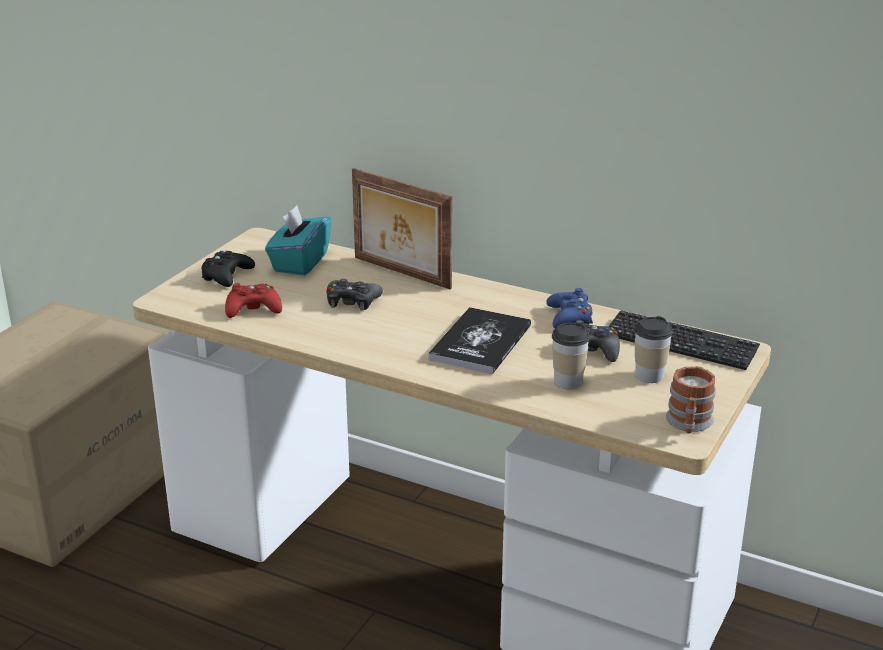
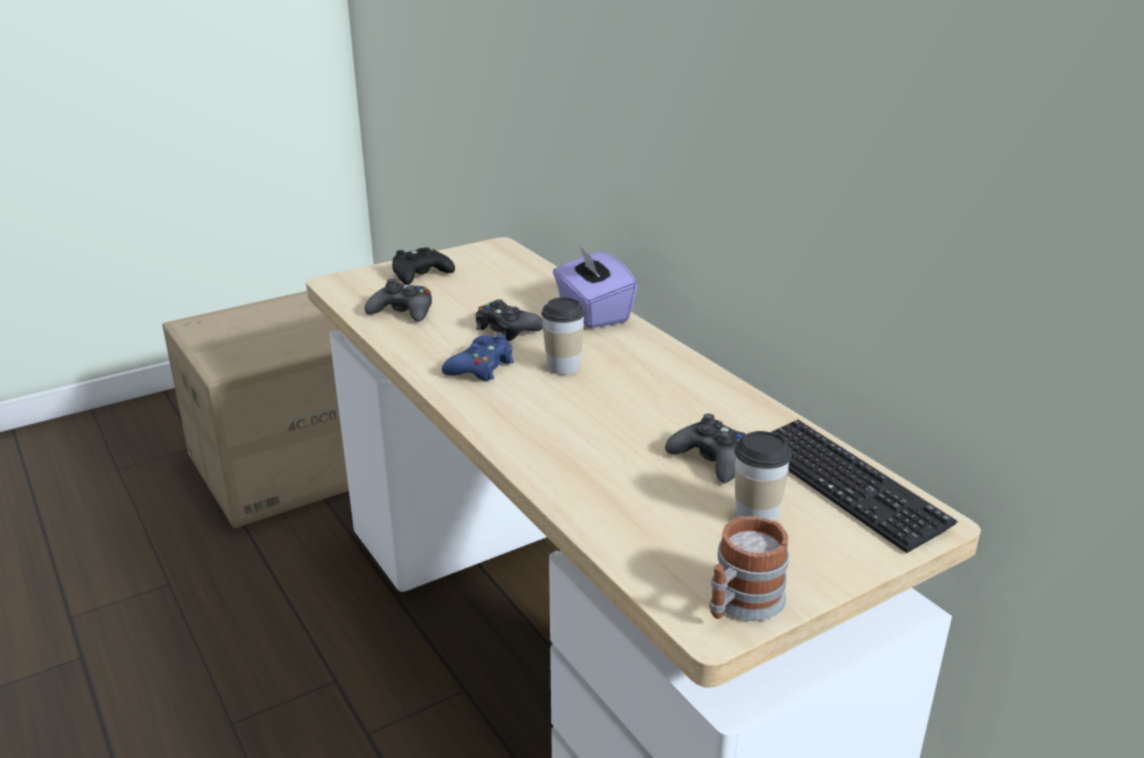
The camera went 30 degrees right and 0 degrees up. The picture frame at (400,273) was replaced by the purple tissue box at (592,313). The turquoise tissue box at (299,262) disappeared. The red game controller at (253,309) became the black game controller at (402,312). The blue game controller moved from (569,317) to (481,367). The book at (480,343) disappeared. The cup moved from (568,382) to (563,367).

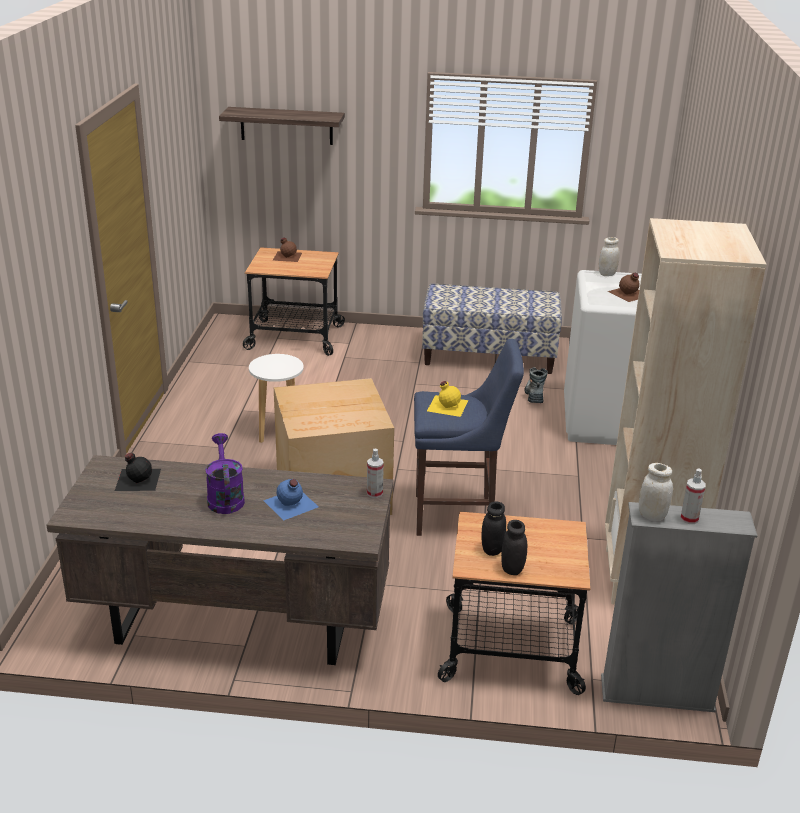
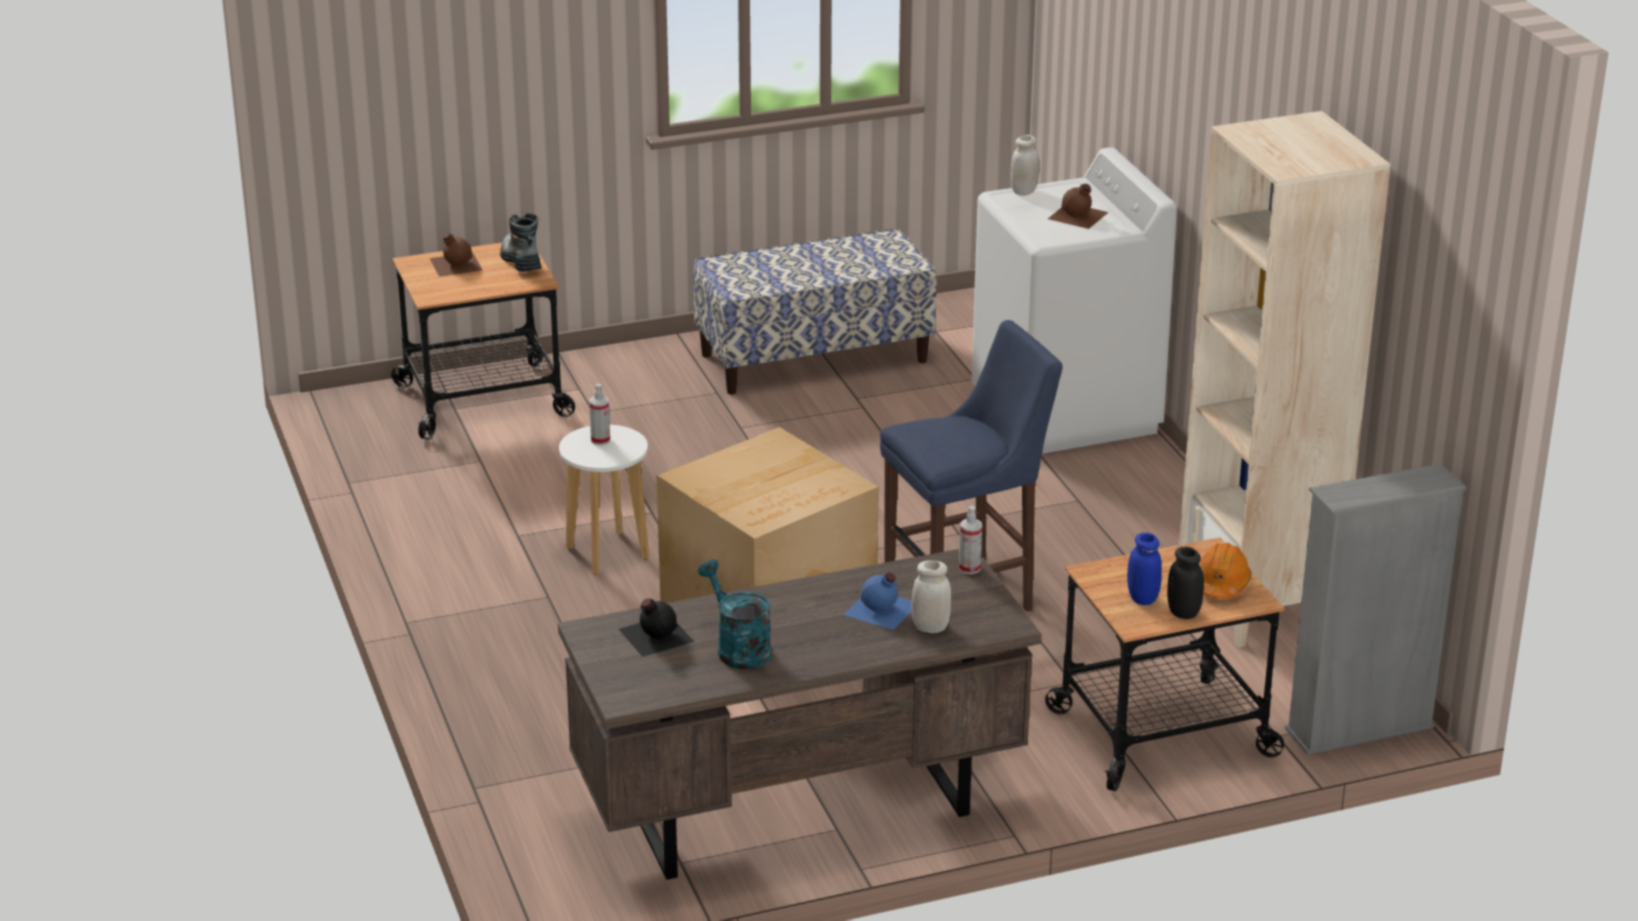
The camera went 25 degrees left and 0 degrees up. The shelf at (286,126) disappeared. The boot moved from (534,395) to (520,261). The yellow bottle at (447,405) disappeared. The purple watering can at (225,497) disappeared. The white jar moved from (652,516) to (930,627). The spray bottle moved from (689,518) to (600,440). The black jar at (492,549) became the blue jar at (1142,598). The orange hard hat at (1221,584) appeared. The turquoise watering can at (738,648) appeared.

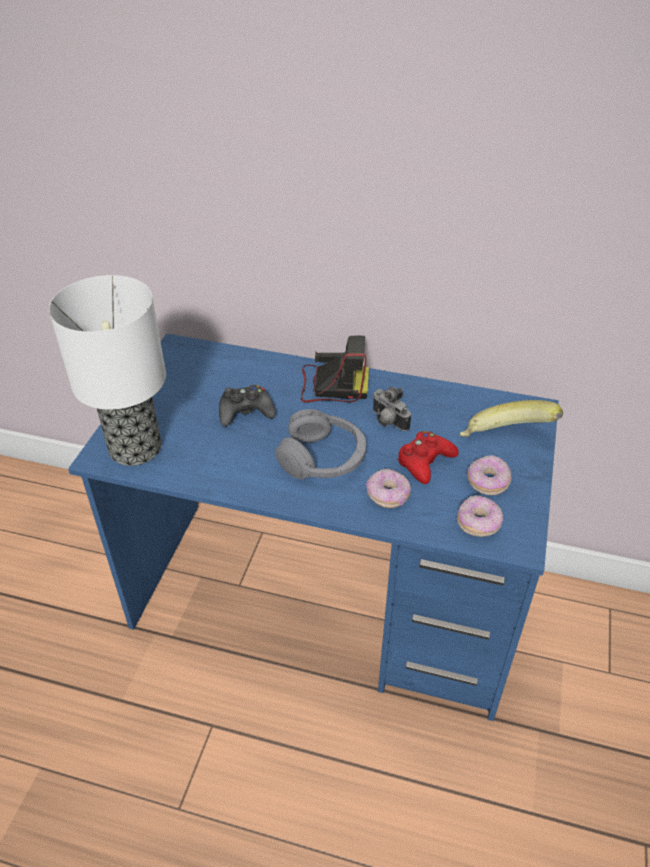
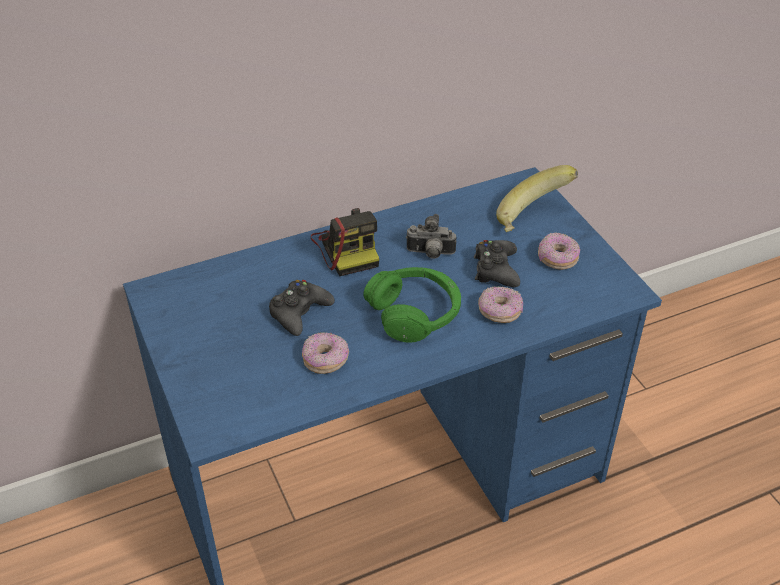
The camera went 40 degrees left and 0 degrees up. The table lamp at (134,449) disappeared. The photo camera at (332,385) turned 105 degrees clockwise. The grey headphones at (323,458) became the green headphones at (415,313). The red game controller at (424,462) became the black game controller at (496,270). The donut moved from (478,523) to (325,360).

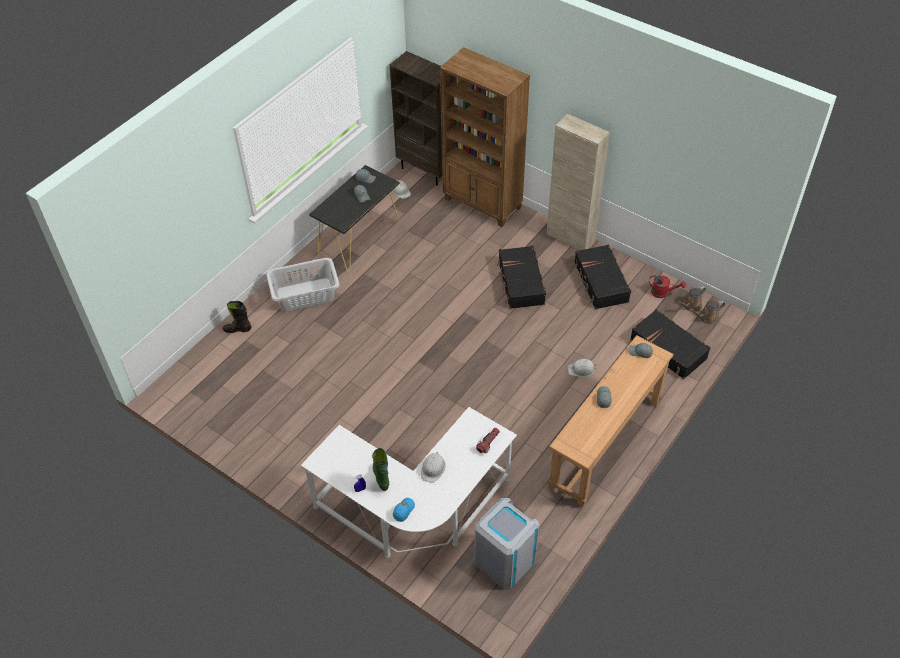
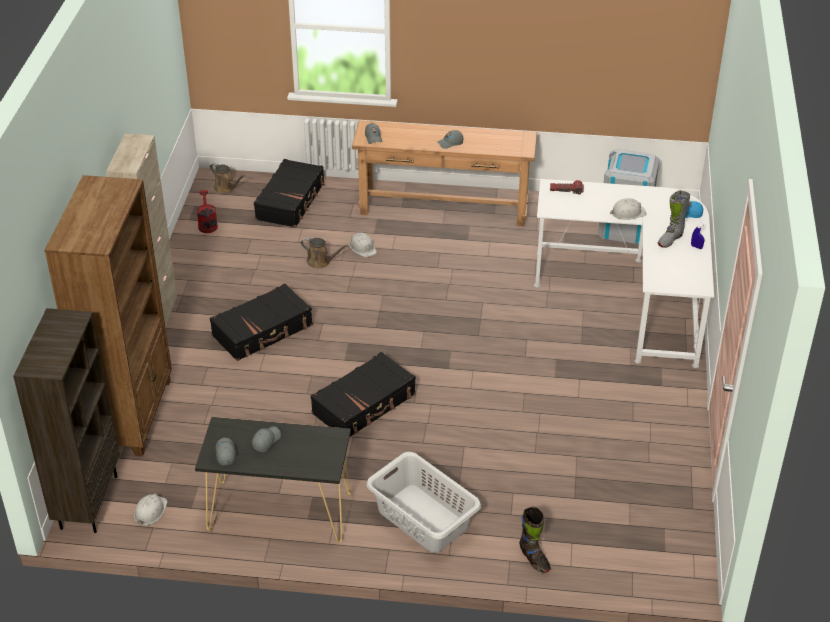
The camera went 120 degrees left and 10 degrees down. The black suitcase moved from (600,282) to (364,404). The brown watering can moved from (691,306) to (321,261). The green boot at (381,477) became the grey boot at (670,239).

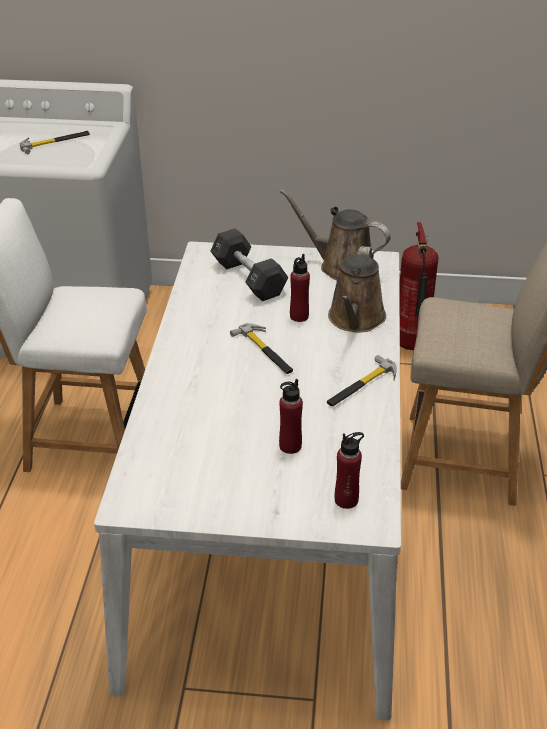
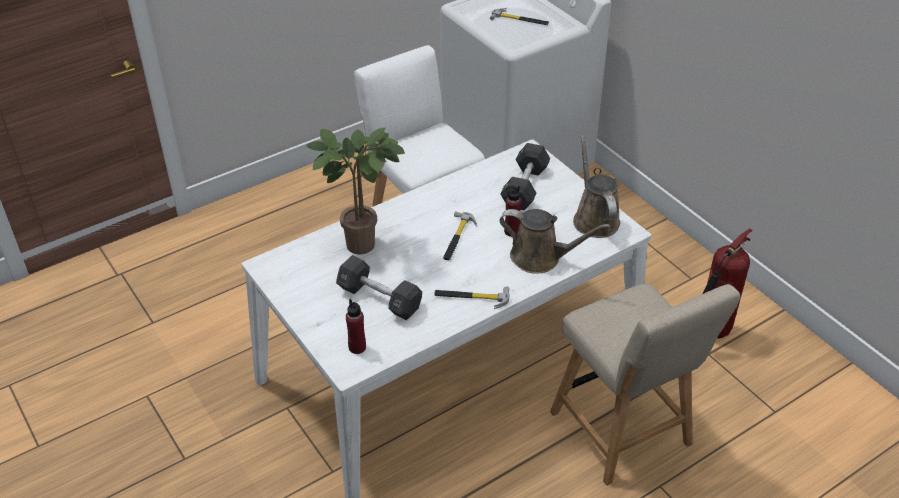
The camera went 50 degrees right and 5 degrees up. The brown watering can at (355,320) turned 135 degrees counterclockwise. The red bottle at (290,446) was replaced by the black dumbbell at (379,298). The potted plant at (365,243) appeared.

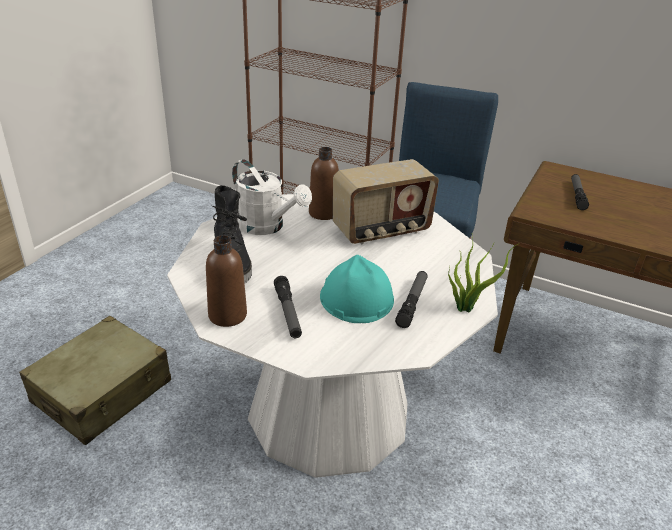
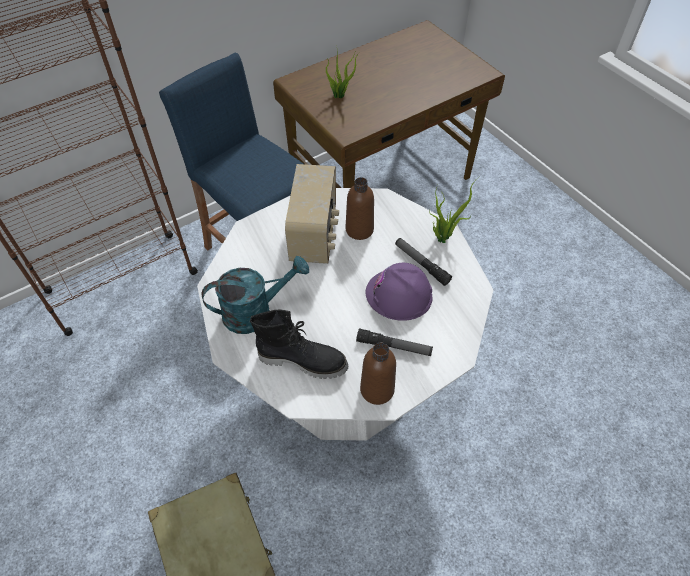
The camera went 60 degrees left and 20 degrees up. The brown bottle moved from (323,213) to (359,229). The white watering can at (267,227) became the turquoise watering can at (256,311). The flashlight at (577,195) was replaced by the potted plant at (340,95). The turquoise hard hat at (356,298) became the purple hard hat at (399,295).

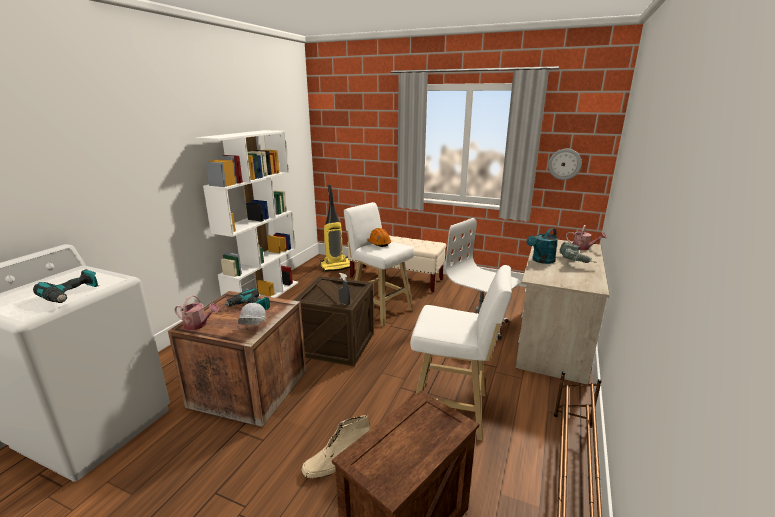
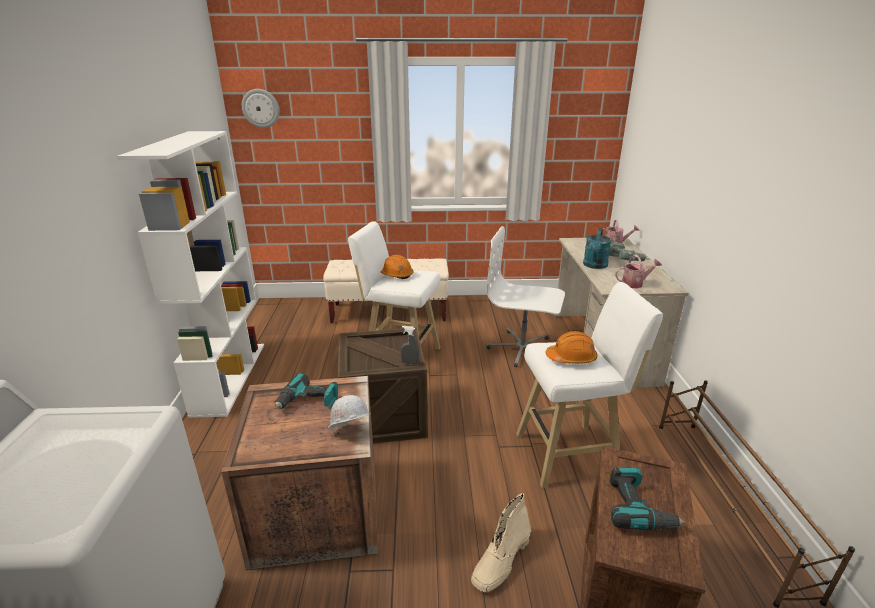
The camera went 25 degrees left and 5 degrees up. The wall clock moved from (564,164) to (261,108). The vacuum cleaner at (336,267) disappeared. The power drill moved from (72,294) to (638,508). The watering can moved from (198,325) to (635,283). The orange hard hat at (571,358) appeared.

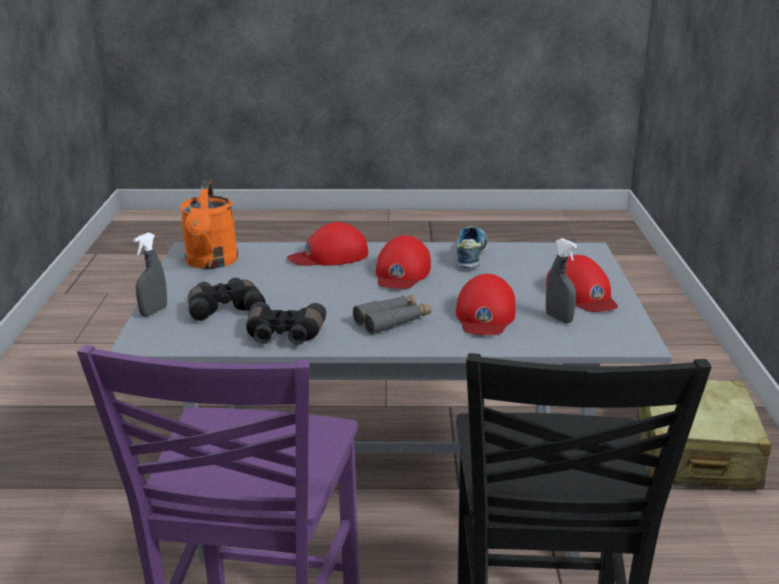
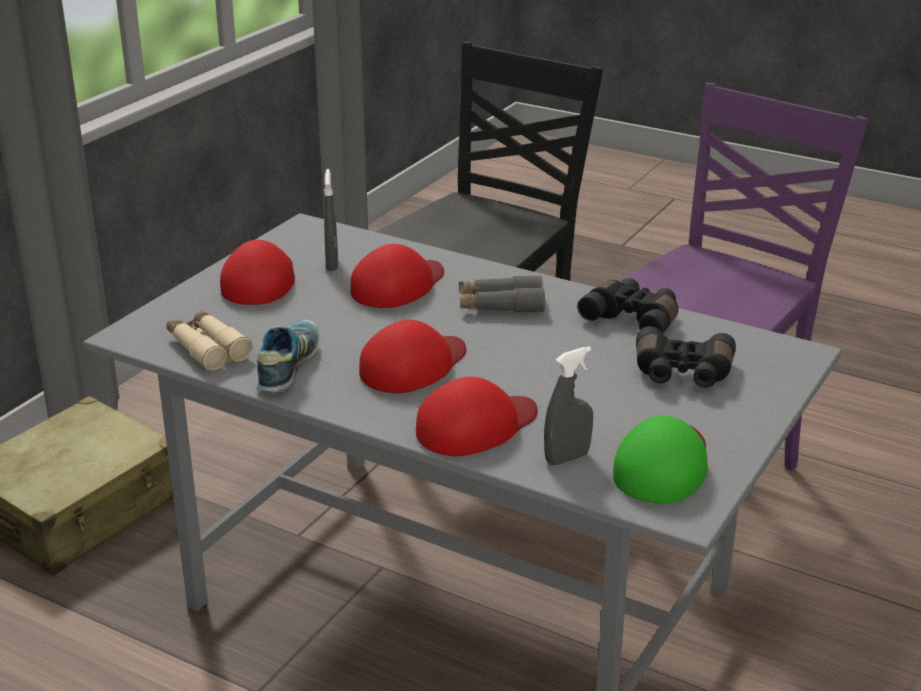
The camera went 150 degrees left and 5 degrees up. The orange watering can at (211,263) was replaced by the green cap at (663,465). The red cap at (329,256) turned 45 degrees counterclockwise. The shoe at (471,256) turned 150 degrees clockwise. The grey spray bottle moved from (153,312) to (567,458). The beige binoculars at (207,348) appeared.

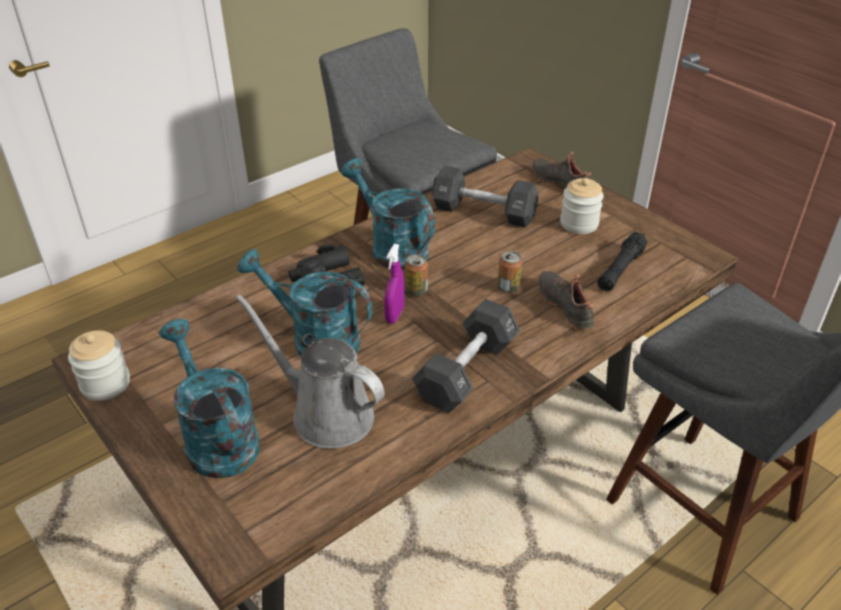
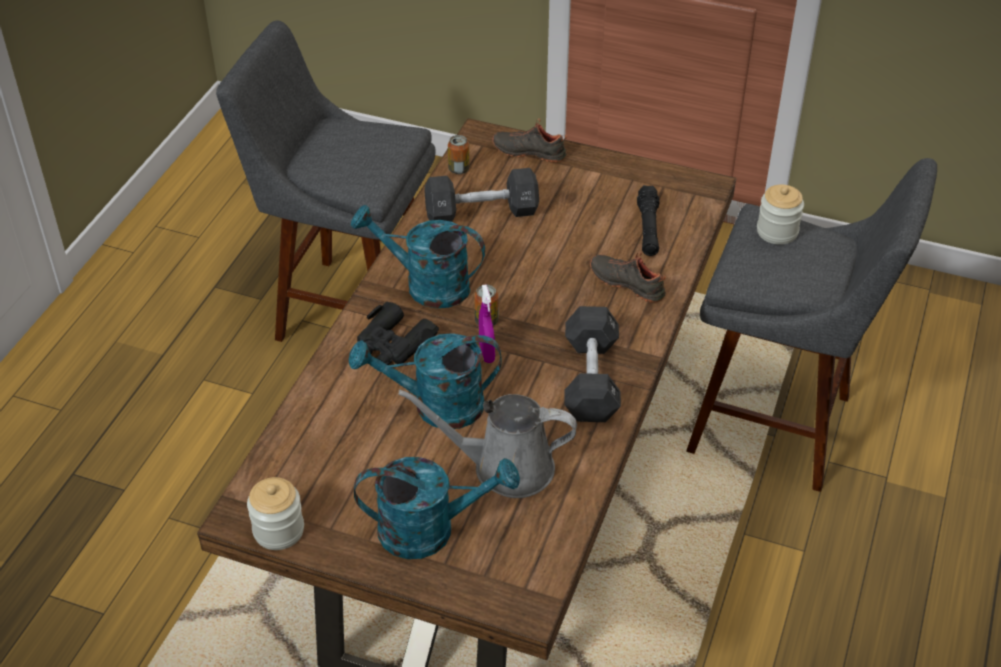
The camera went 30 degrees left and 5 degrees up. The jar moved from (579,224) to (777,231). The can moved from (508,288) to (459,169). The turquoise watering can at (216,438) turned 150 degrees clockwise.

